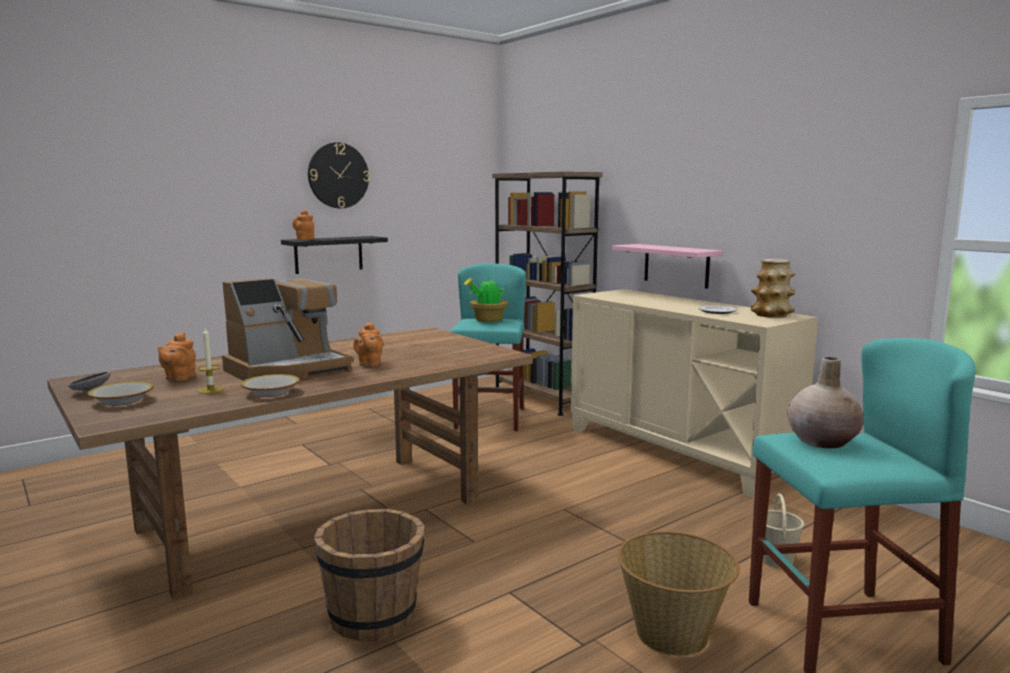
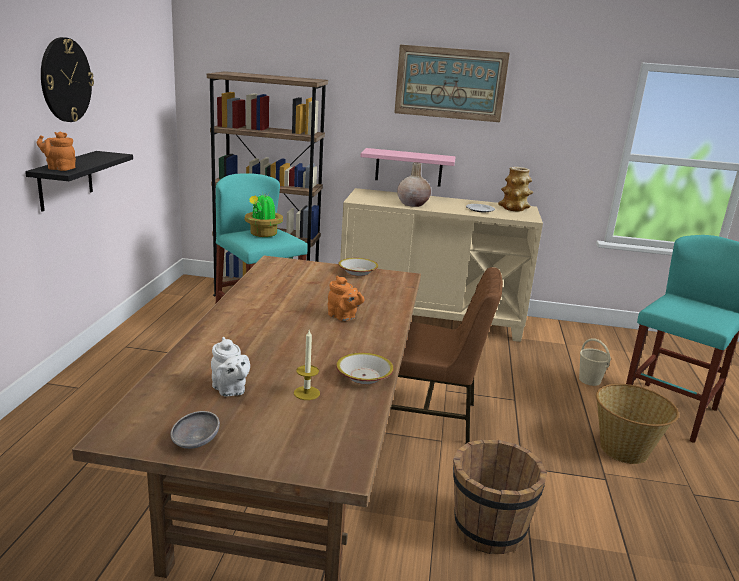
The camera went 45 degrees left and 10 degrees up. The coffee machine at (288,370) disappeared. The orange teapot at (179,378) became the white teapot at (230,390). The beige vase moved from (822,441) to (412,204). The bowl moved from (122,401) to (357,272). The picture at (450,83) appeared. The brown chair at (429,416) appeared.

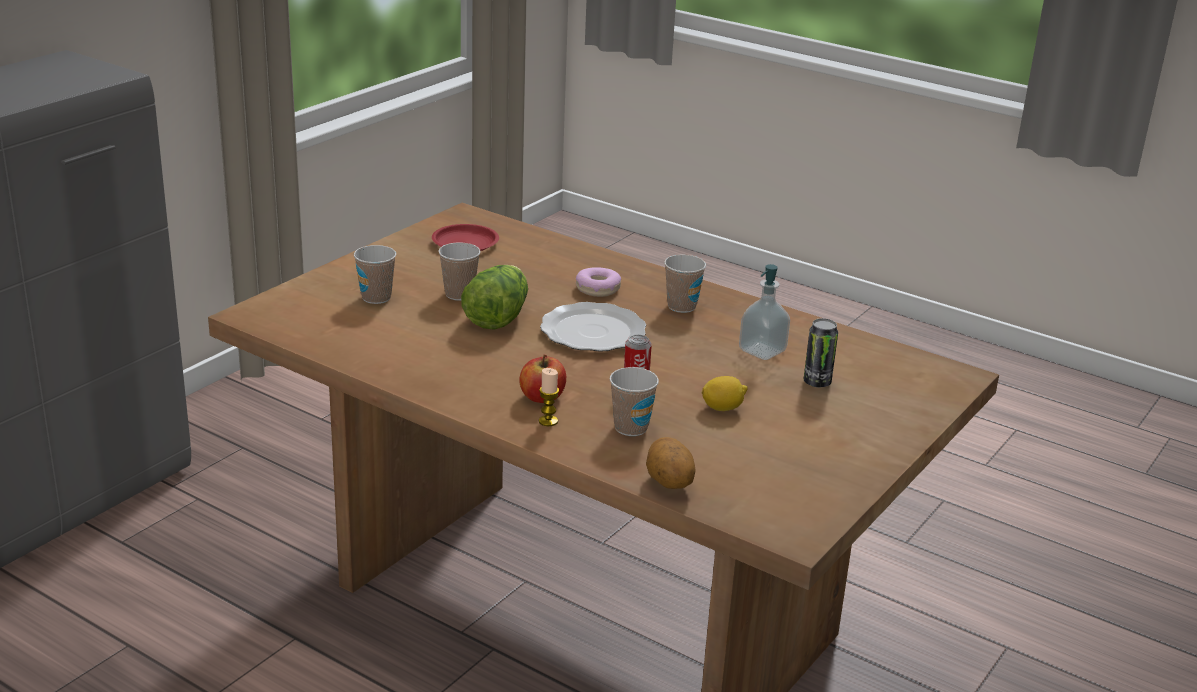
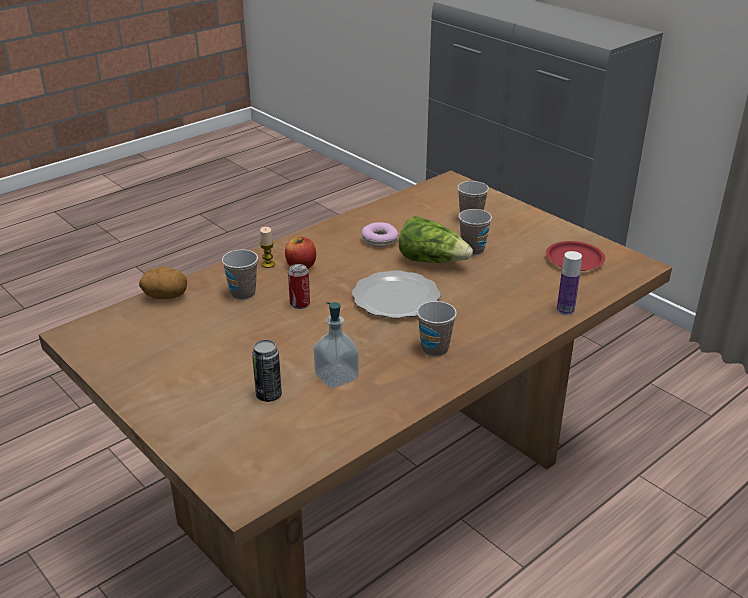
The camera went 105 degrees right and 5 degrees up. The donut moved from (598,289) to (379,240). The lemon at (723,408) disappeared. The bottle at (565,310) appeared.

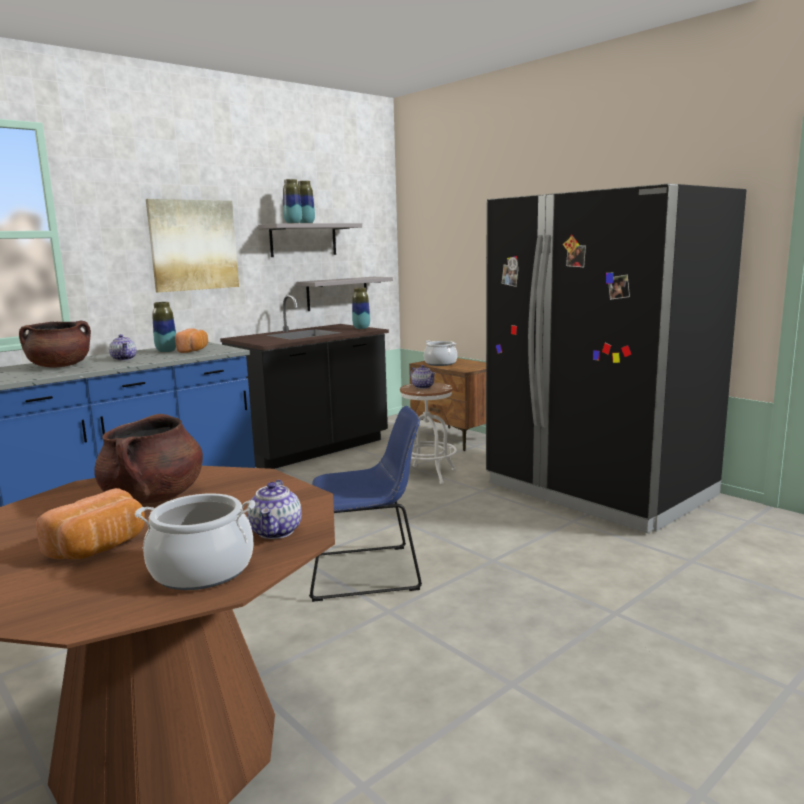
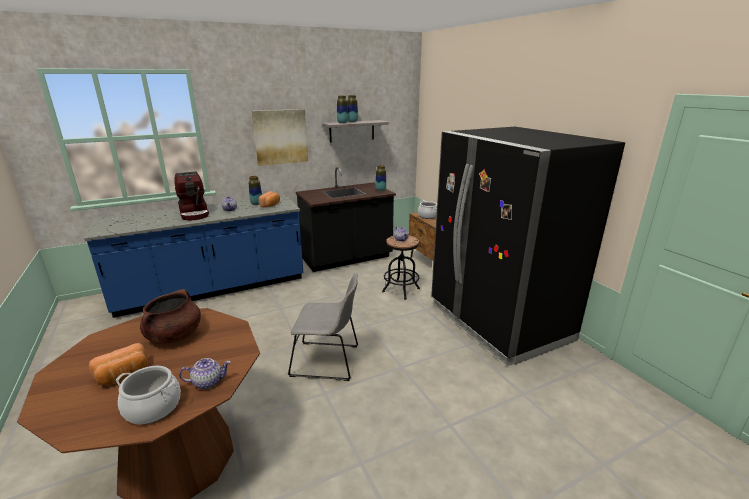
The camera went 15 degrees right and 10 degrees up. The grey shelf at (337,293) disappeared. The brown cooking pot at (60,366) was replaced by the coffee machine at (194,213). The white stool at (427,474) became the black stool at (401,290). The blue chair at (367,572) became the grey chair at (328,361). The teapot at (276,532) turned 120 degrees counterclockwise.

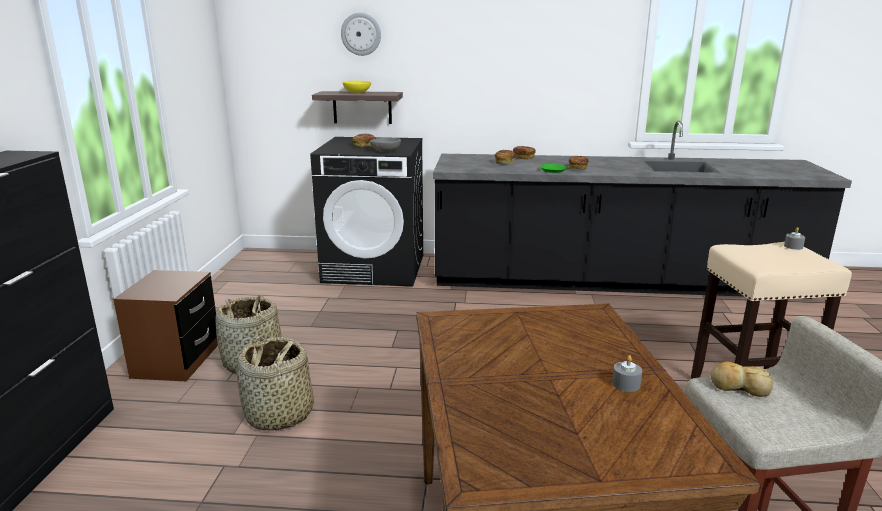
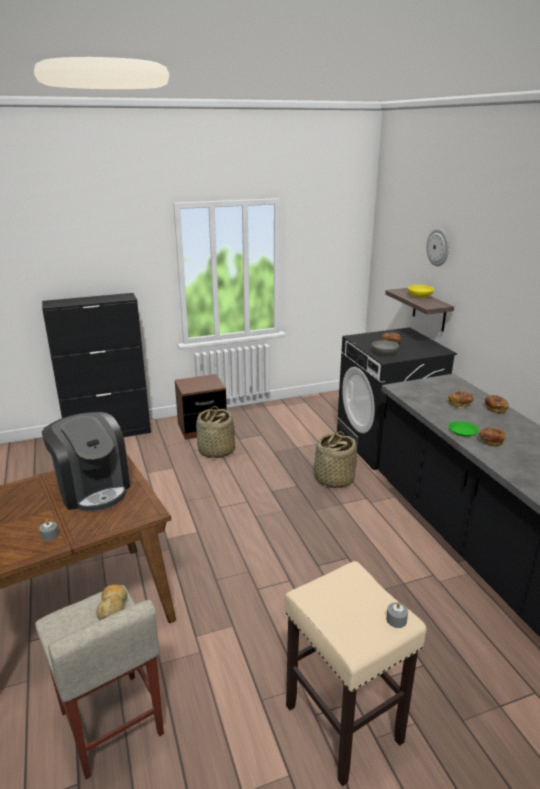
The camera went 65 degrees right and 5 degrees up. The basket moved from (279,415) to (333,479). The coffee machine at (93,488) appeared.

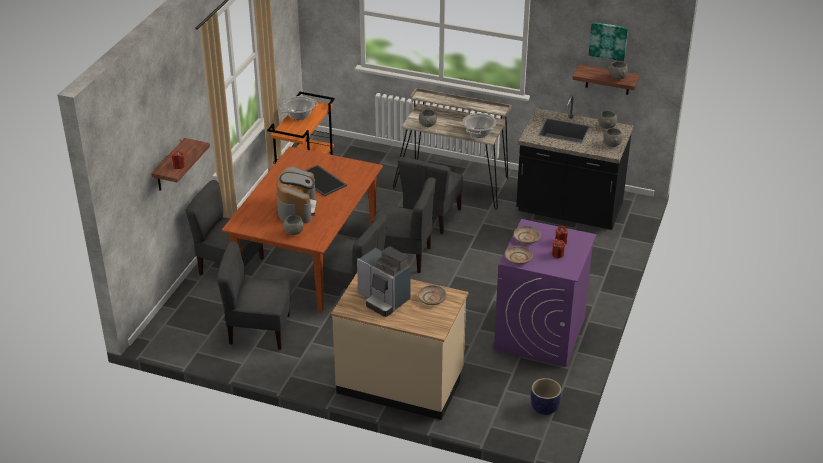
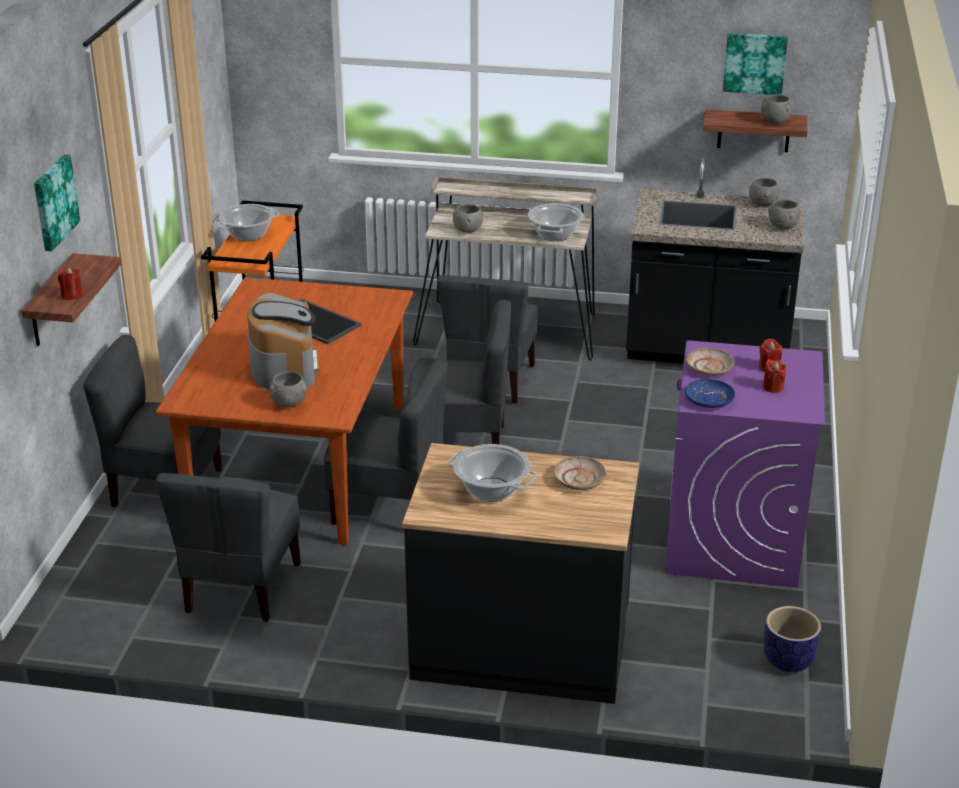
The camera went 10 degrees left and 5 degrees down. The grey chair at (259,331) turned 75 degrees counterclockwise. The coffee machine at (383,299) was replaced by the cooking pot at (492,490). The beige plate at (518,258) became the blue plate at (709,400). The beige counter at (401,382) became the black counter at (521,647). The picture at (54,202) appeared.

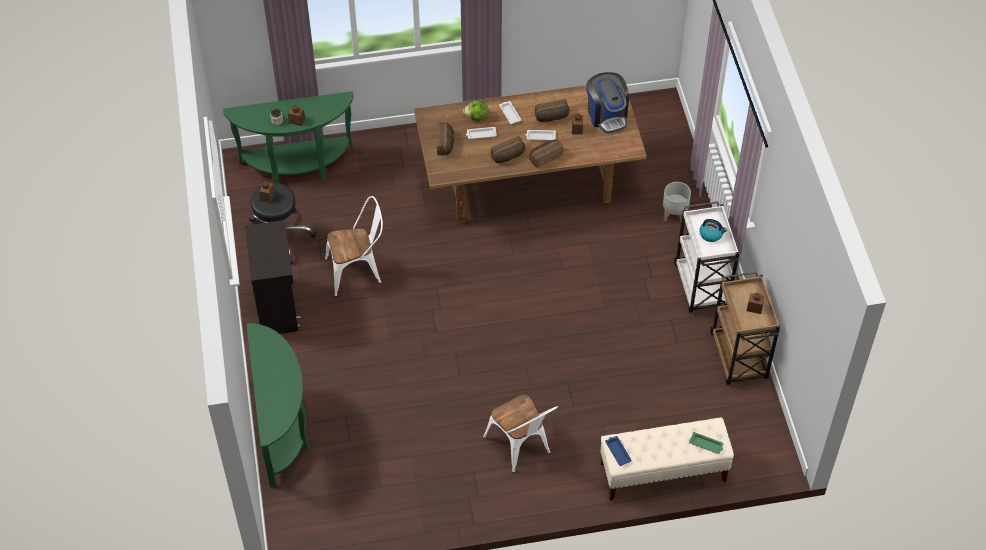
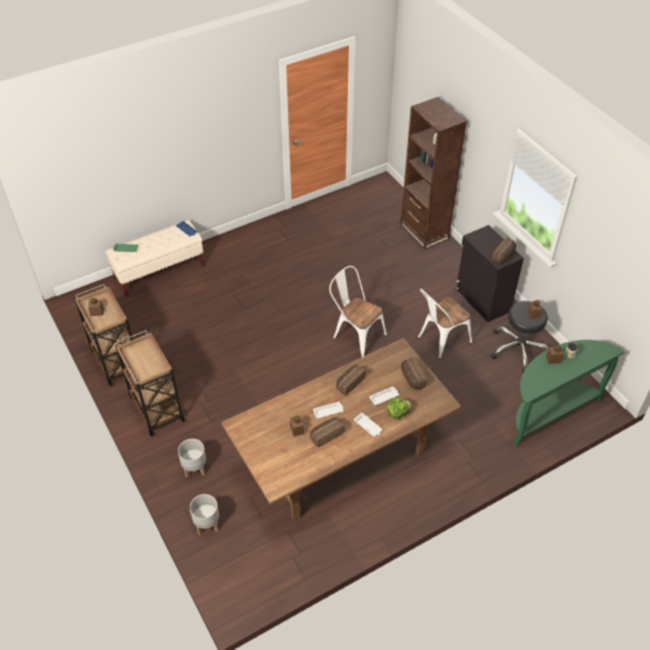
The camera went 160 degrees right and 5 degrees down. The coffee machine at (607,115) disappeared. The bread moved from (545,157) to (504,256). The white cart at (701,287) became the brown cart at (156,408). The kettle at (711,234) disappeared. The green console table at (282,429) was replaced by the brown bookcase at (424,231). The white chair moved from (521,448) to (355,335). The grey planter at (207,524) appeared.

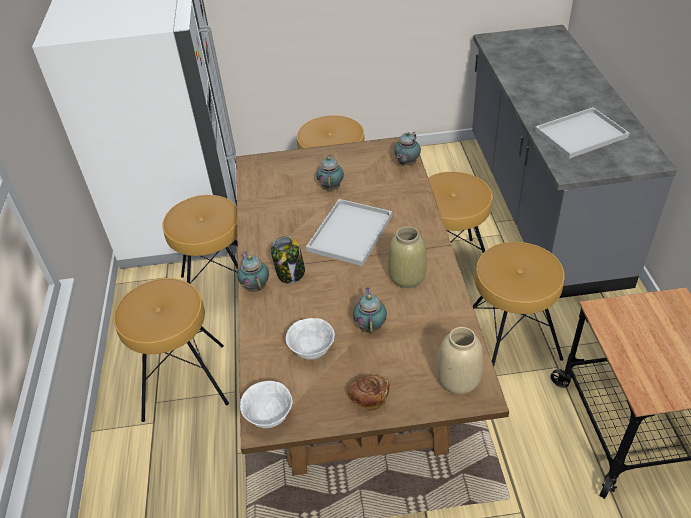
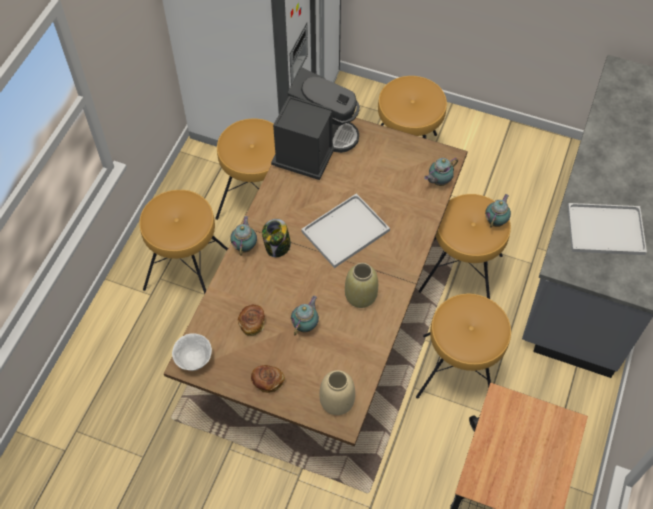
The camera went 25 degrees right and 15 degrees up. The teapot moved from (331,187) to (496,221). The white bowl at (312,350) was replaced by the bread at (252,323). The coffee machine at (314,146) appeared.

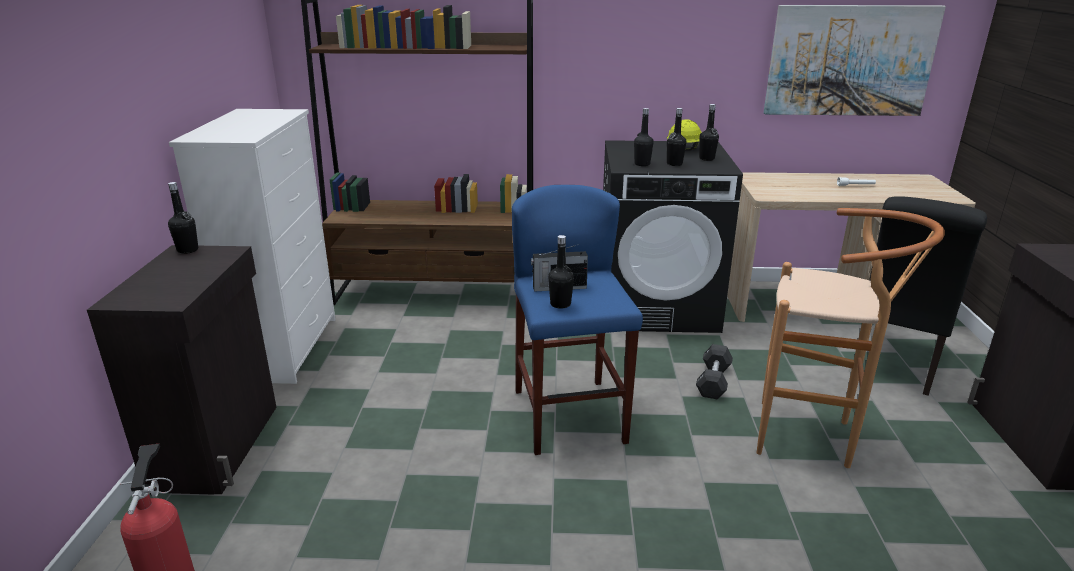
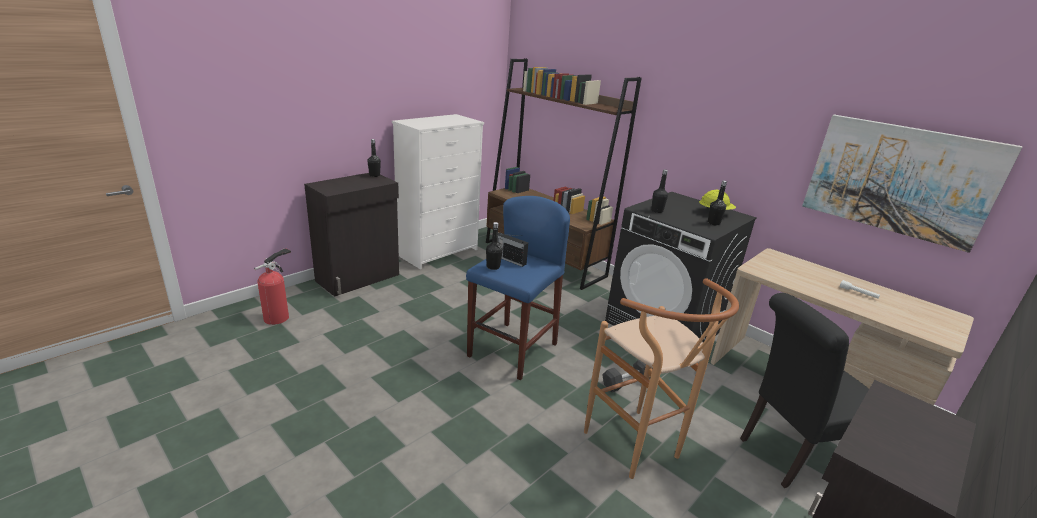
The camera went 40 degrees right and 0 degrees up. The black bottle at (674,164) disappeared.

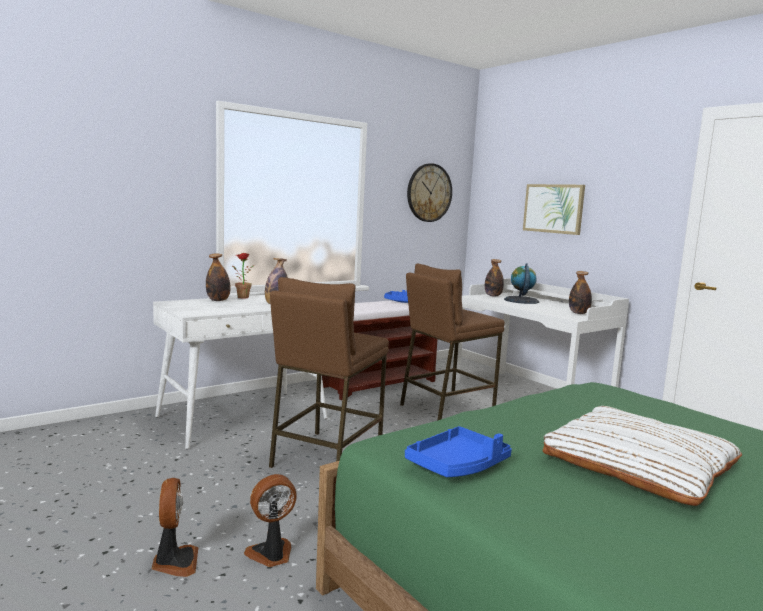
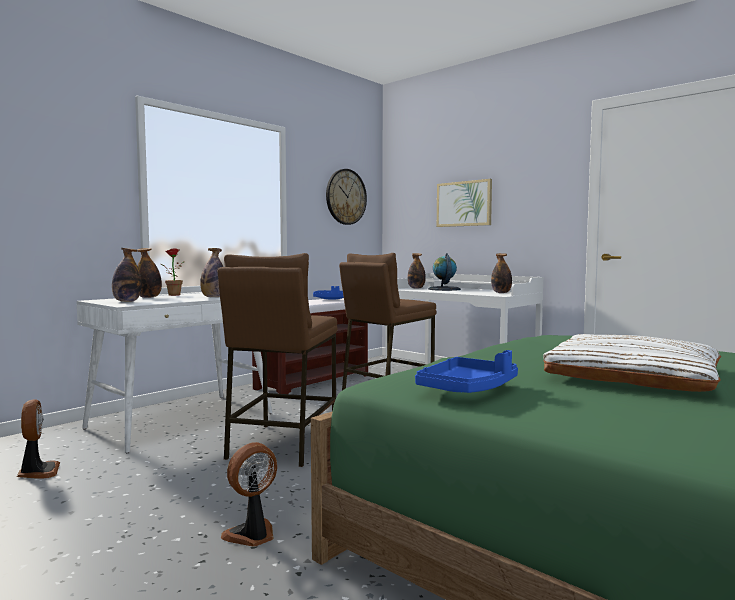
The camera went 10 degrees left and 5 degrees down. The fan moved from (174,562) to (38,472). The bottle at (127,301) appeared.

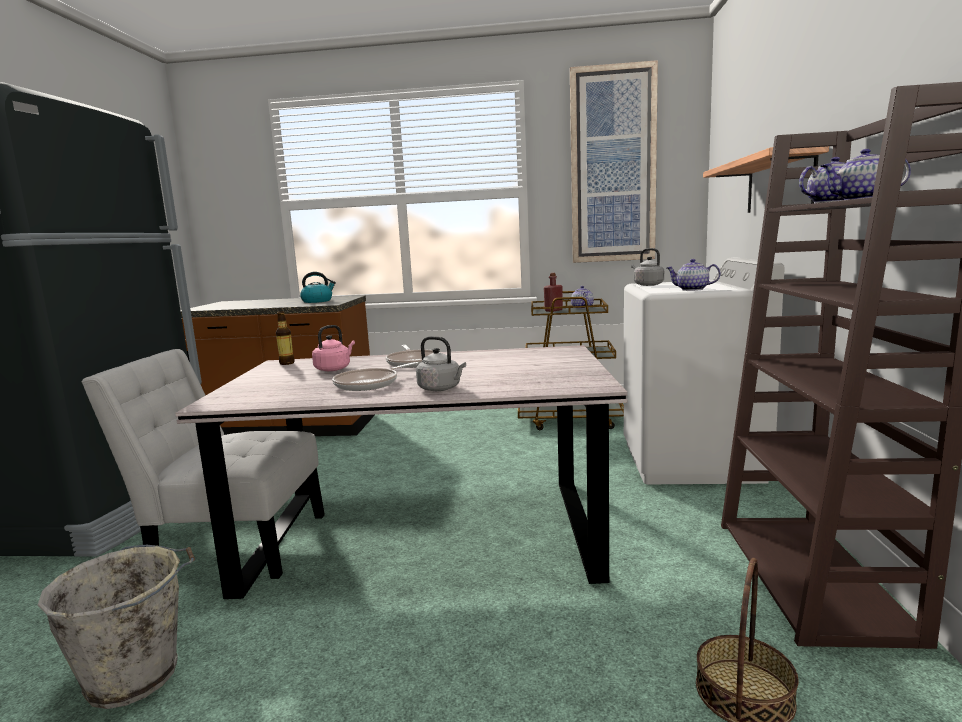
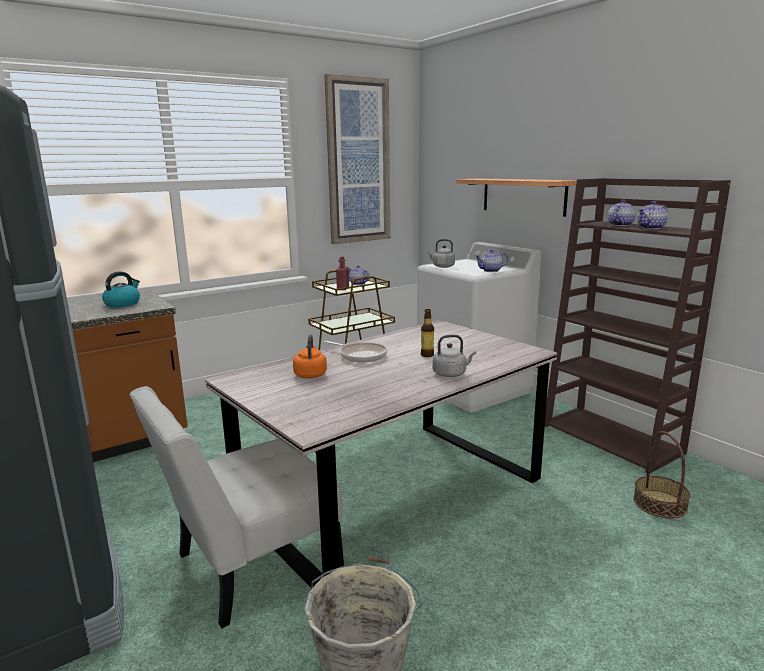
The camera went 40 degrees left and 5 degrees up. The bottle moved from (287,363) to (427,355). The pink kettle at (334,369) became the orange kettle at (310,374). The frying pan at (370,384) disappeared.

